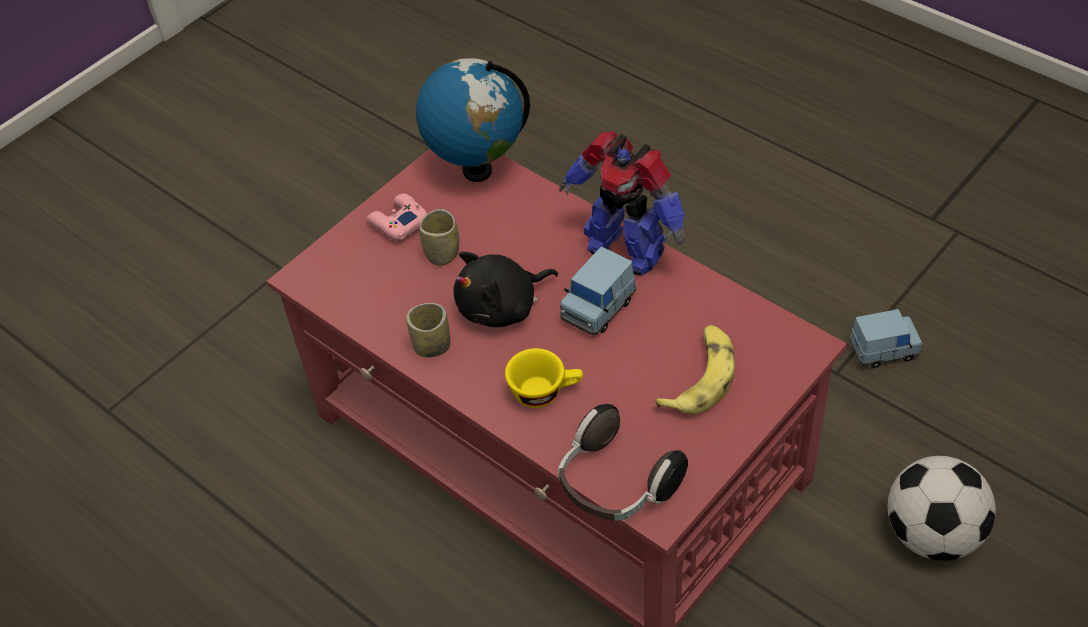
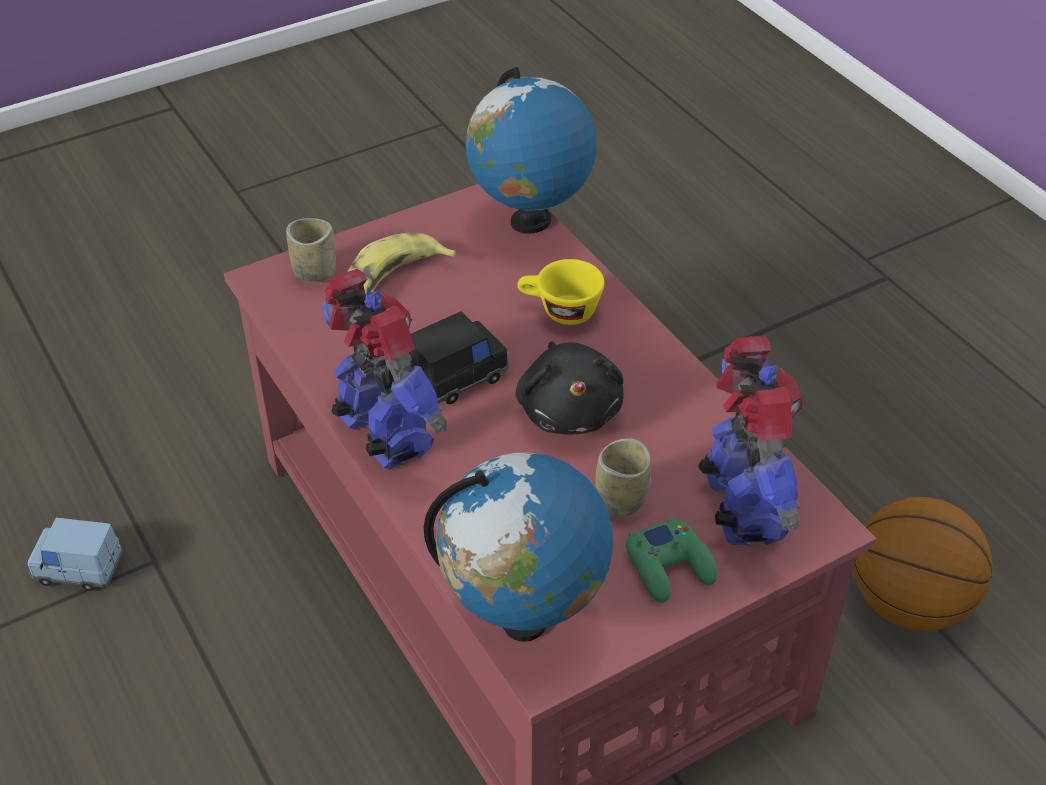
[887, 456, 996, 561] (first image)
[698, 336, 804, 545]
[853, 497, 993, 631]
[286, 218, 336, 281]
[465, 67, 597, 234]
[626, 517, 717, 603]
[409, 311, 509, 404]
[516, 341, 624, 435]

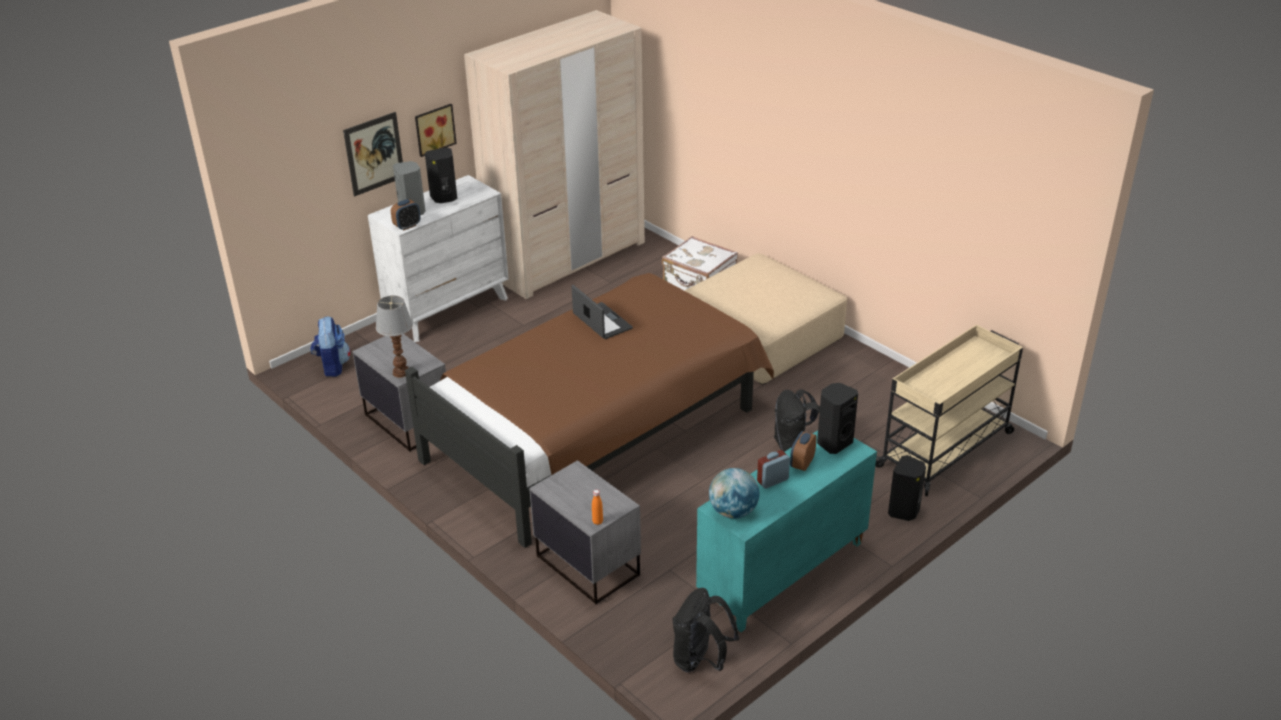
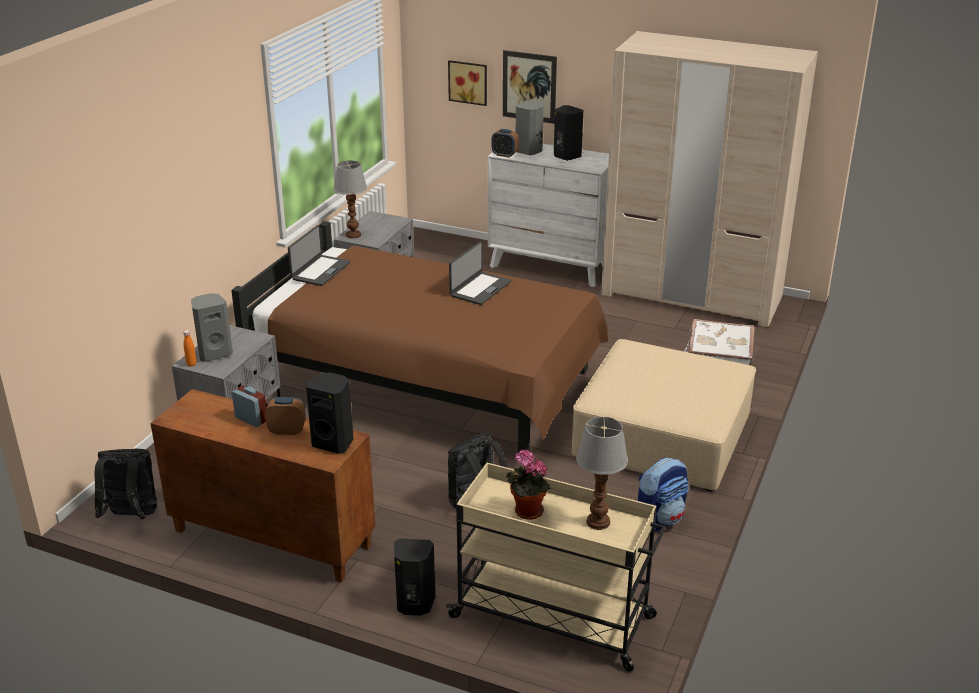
[709, 468, 759, 519] (first image)
[191, 293, 233, 362]
[288, 225, 350, 286]
[506, 449, 551, 520]
[576, 417, 628, 530]
[638, 457, 689, 532]
[448, 60, 487, 106]
[151, 389, 375, 583]

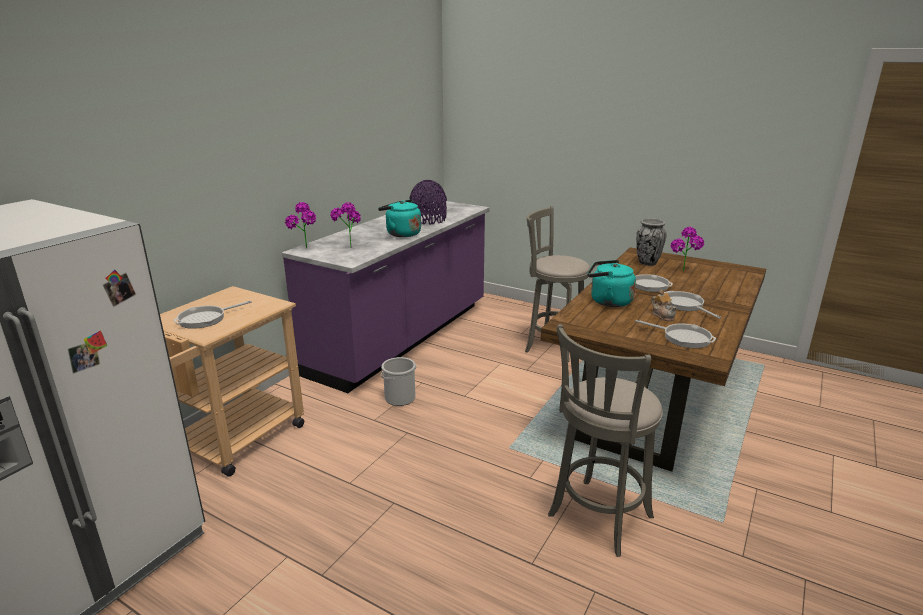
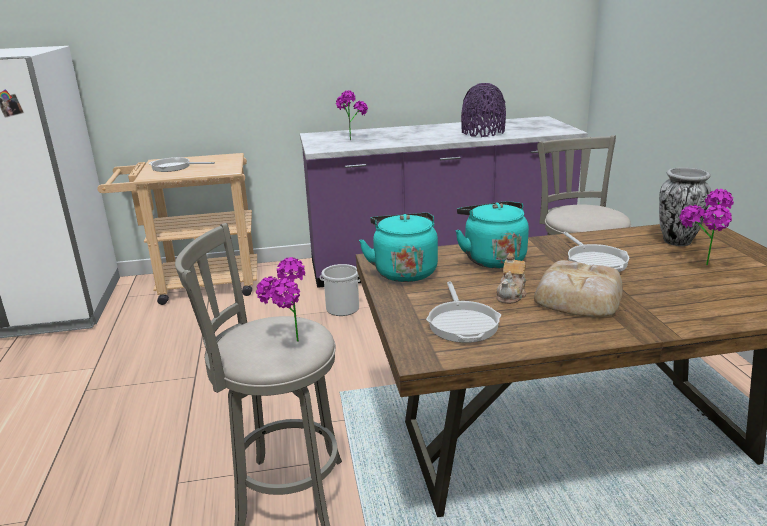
[256, 257, 305, 342]
[359, 213, 438, 282]
[534, 260, 623, 317]

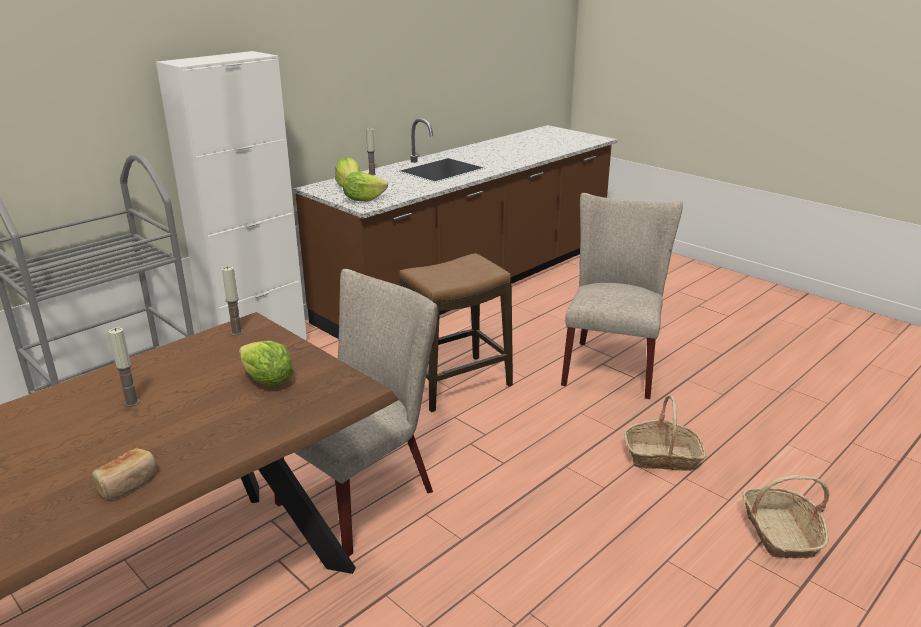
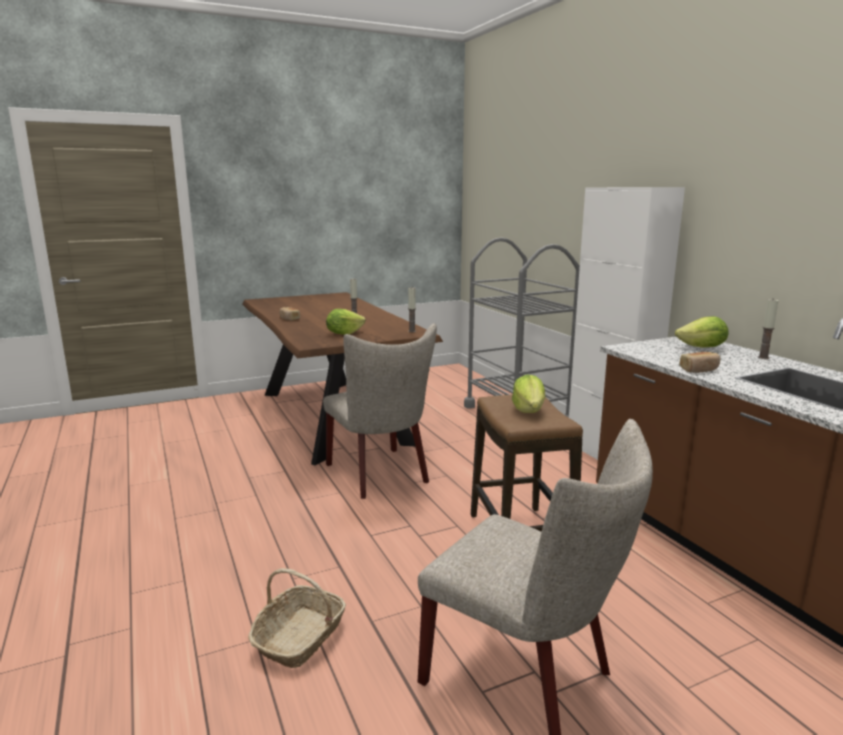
[742, 475, 829, 558] (first image)
[679, 352, 720, 372]
[512, 375, 545, 413]

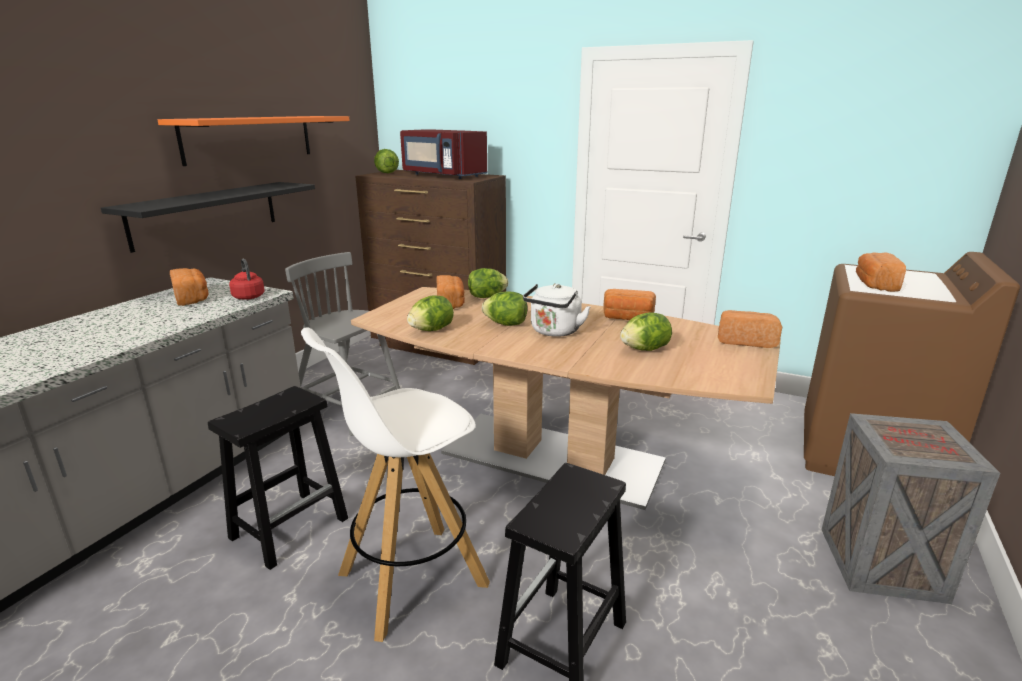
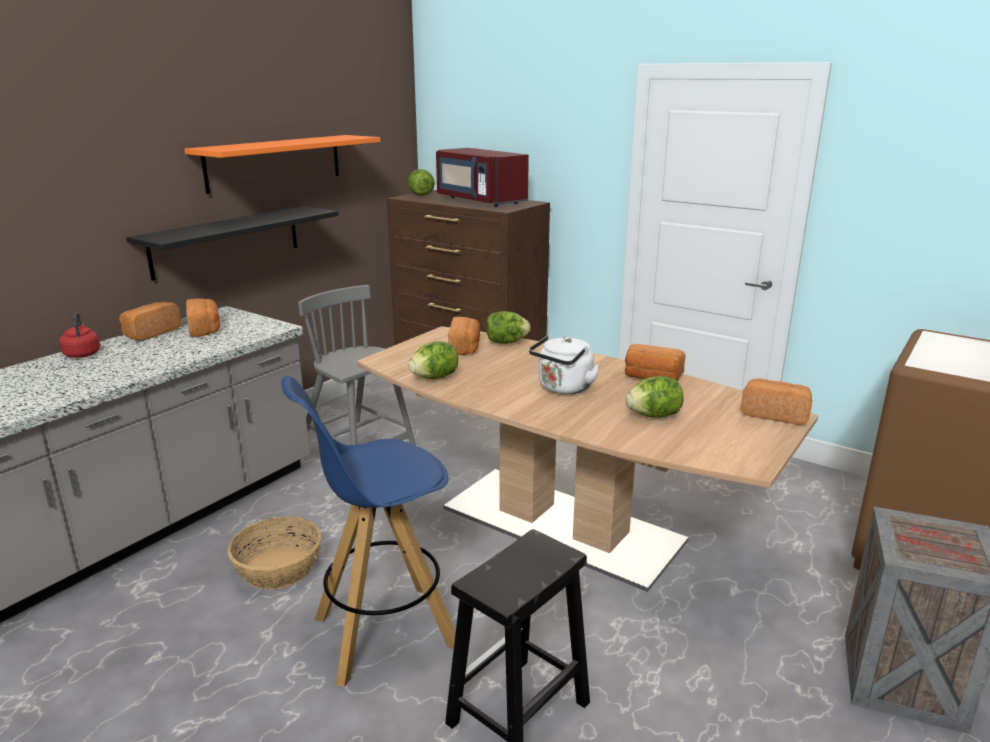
[482, 292, 527, 326] (first image)
[59, 312, 100, 358]
[119, 302, 182, 341]
[228, 516, 321, 589]
[281, 376, 456, 687]

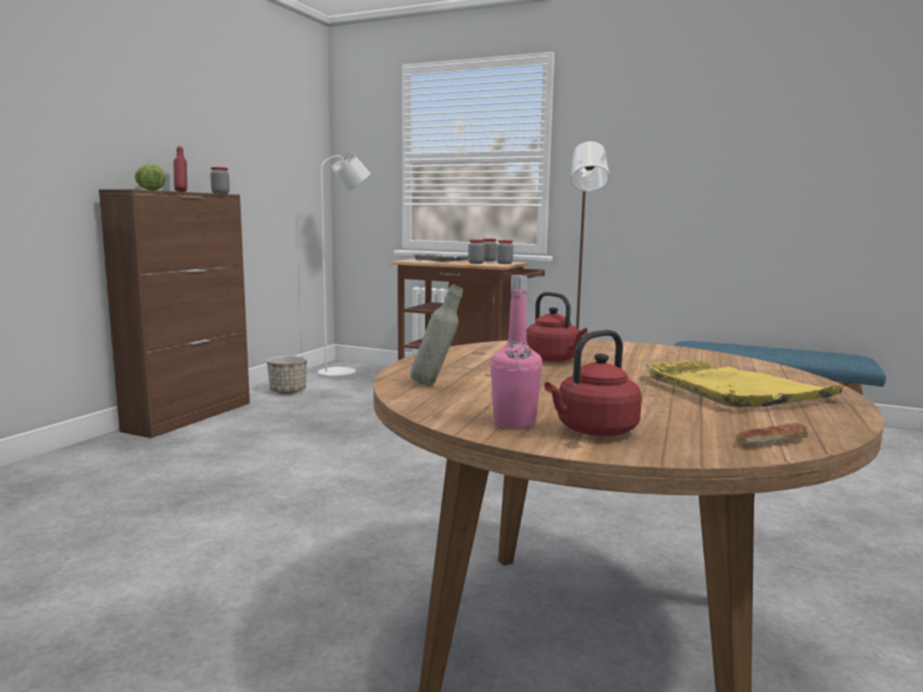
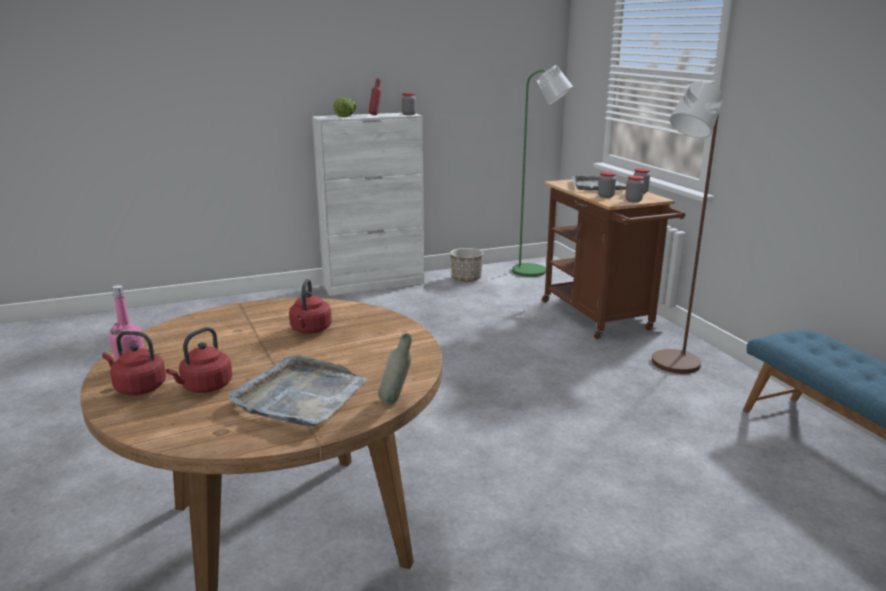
[736, 424, 808, 444] (first image)
[166, 327, 232, 393]
[378, 333, 412, 404]
[312, 113, 424, 296]
[512, 65, 573, 277]
[229, 355, 367, 427]

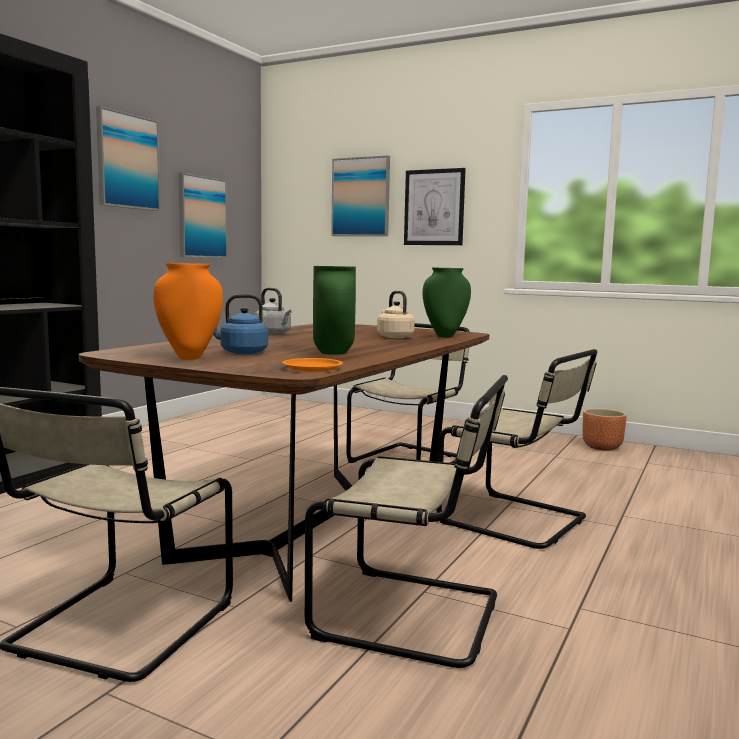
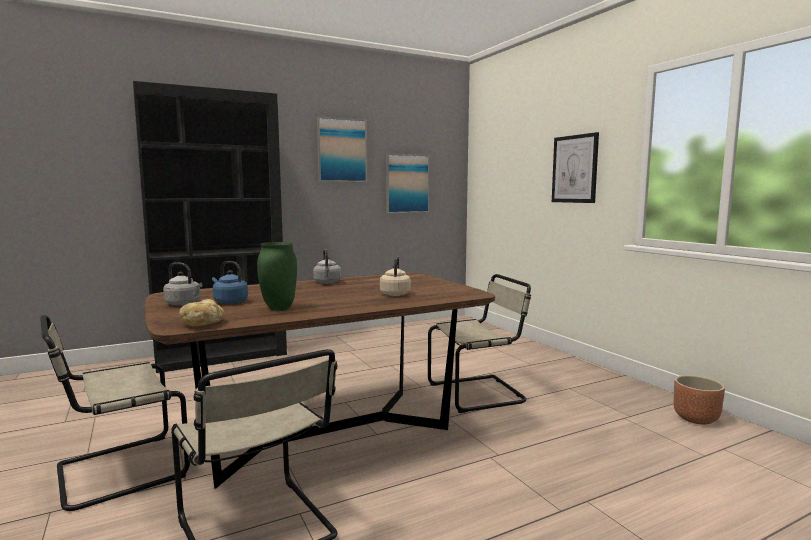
[331, 155, 390, 236] (first image)
[423, 268, 471, 338] (first image)
[436, 349, 597, 549] (first image)
[163, 262, 202, 306]
[179, 299, 224, 327]

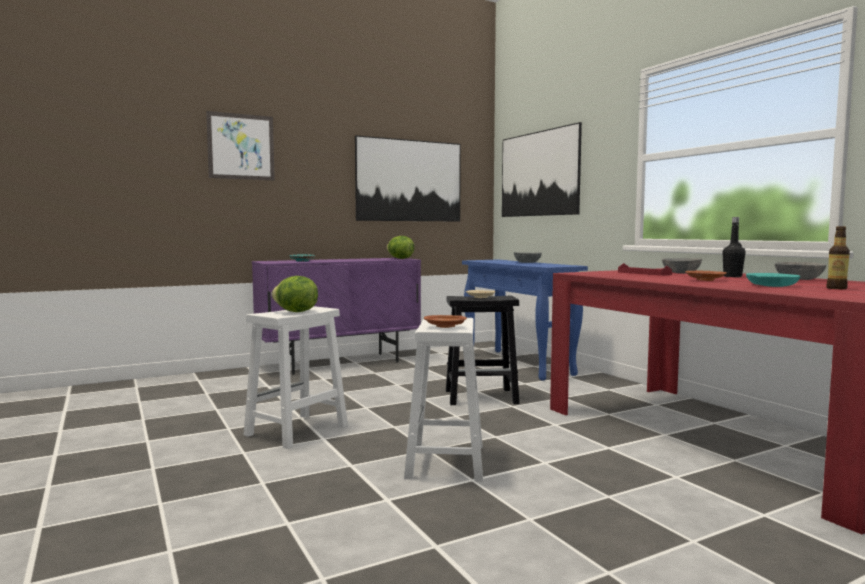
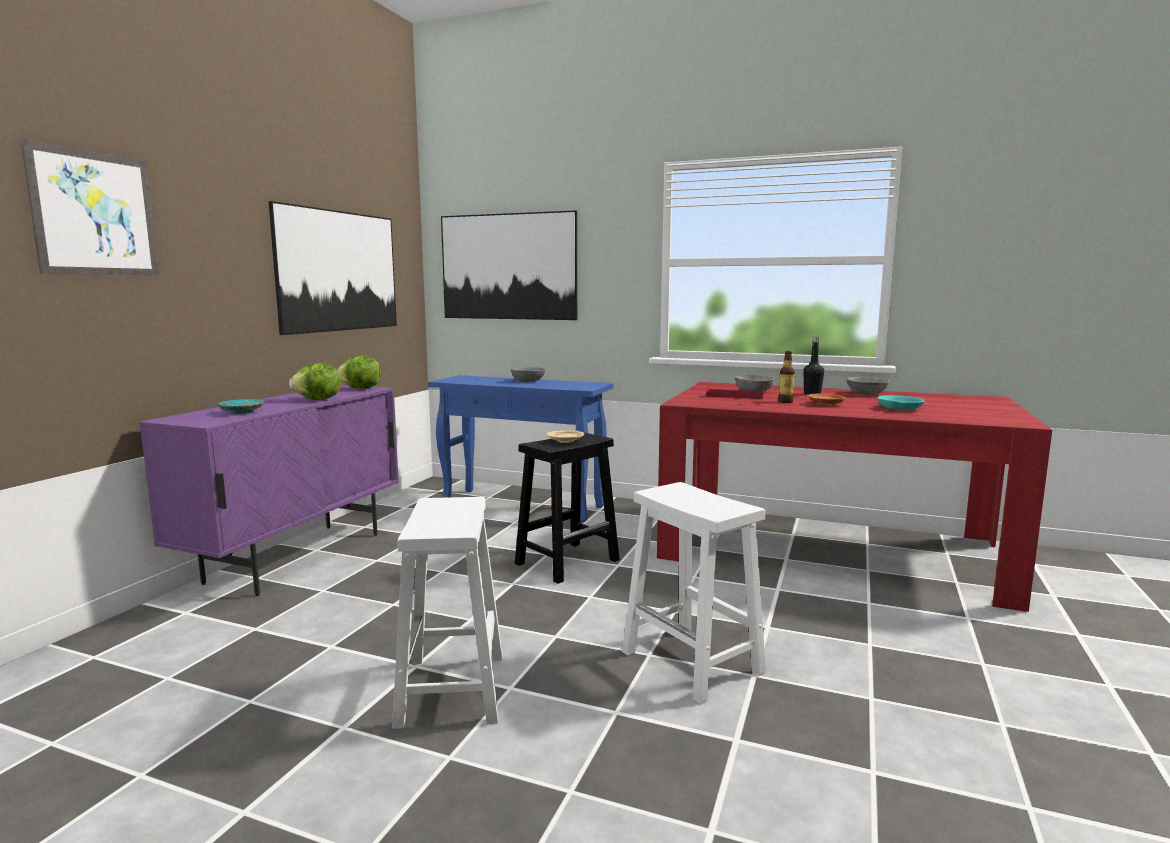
[424, 315, 467, 328] (first image)
[289, 363, 341, 400]
[778, 351, 795, 403]

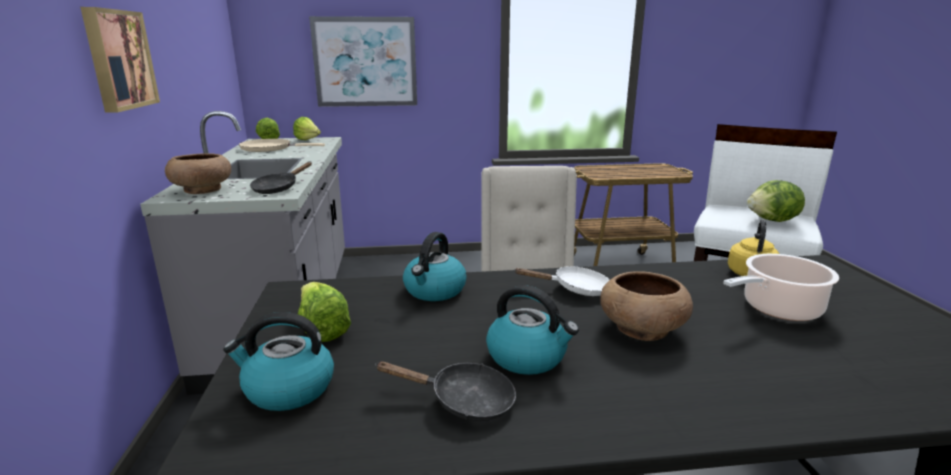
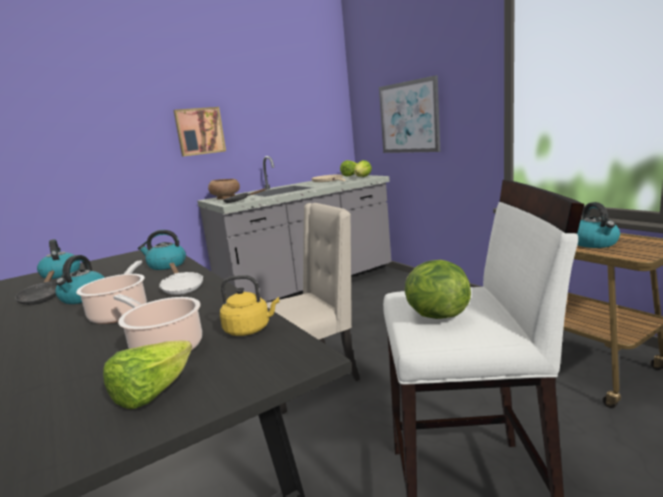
[577, 202, 620, 248]
[103, 340, 192, 409]
[76, 260, 147, 324]

